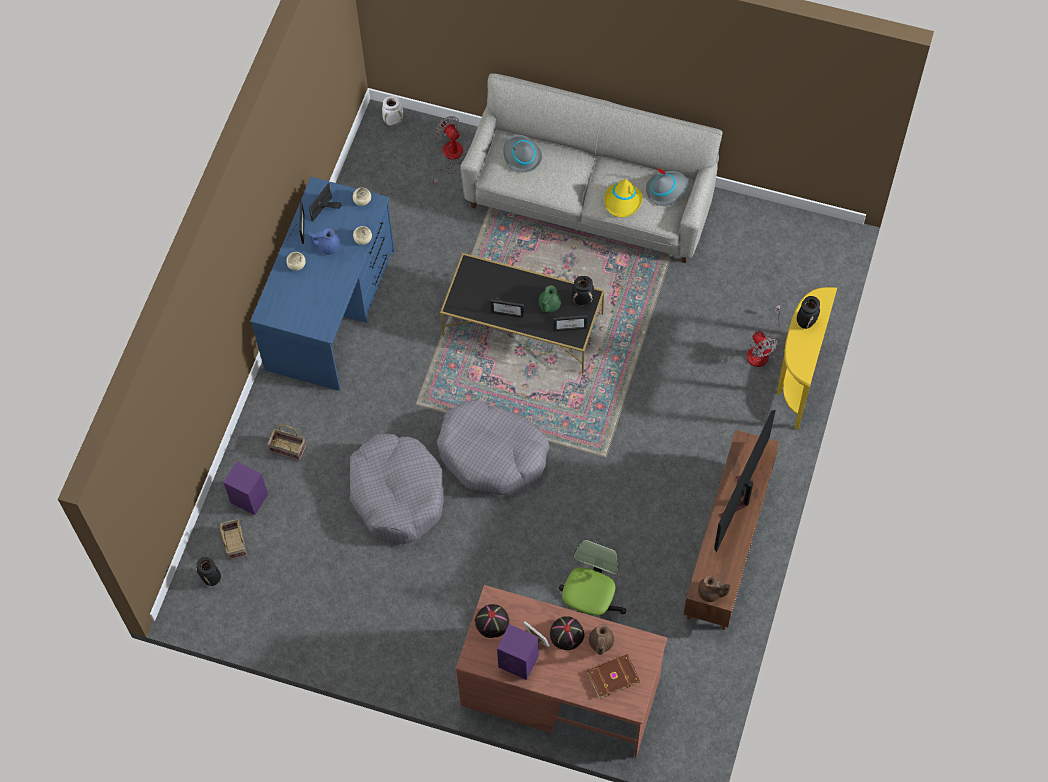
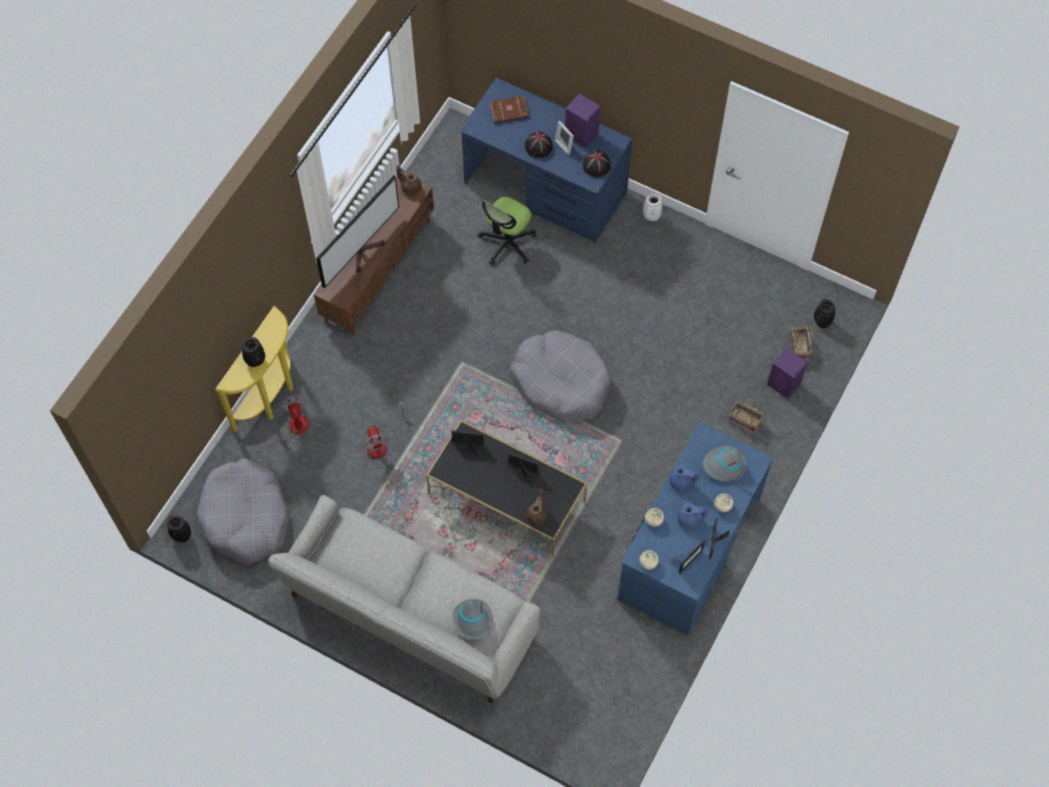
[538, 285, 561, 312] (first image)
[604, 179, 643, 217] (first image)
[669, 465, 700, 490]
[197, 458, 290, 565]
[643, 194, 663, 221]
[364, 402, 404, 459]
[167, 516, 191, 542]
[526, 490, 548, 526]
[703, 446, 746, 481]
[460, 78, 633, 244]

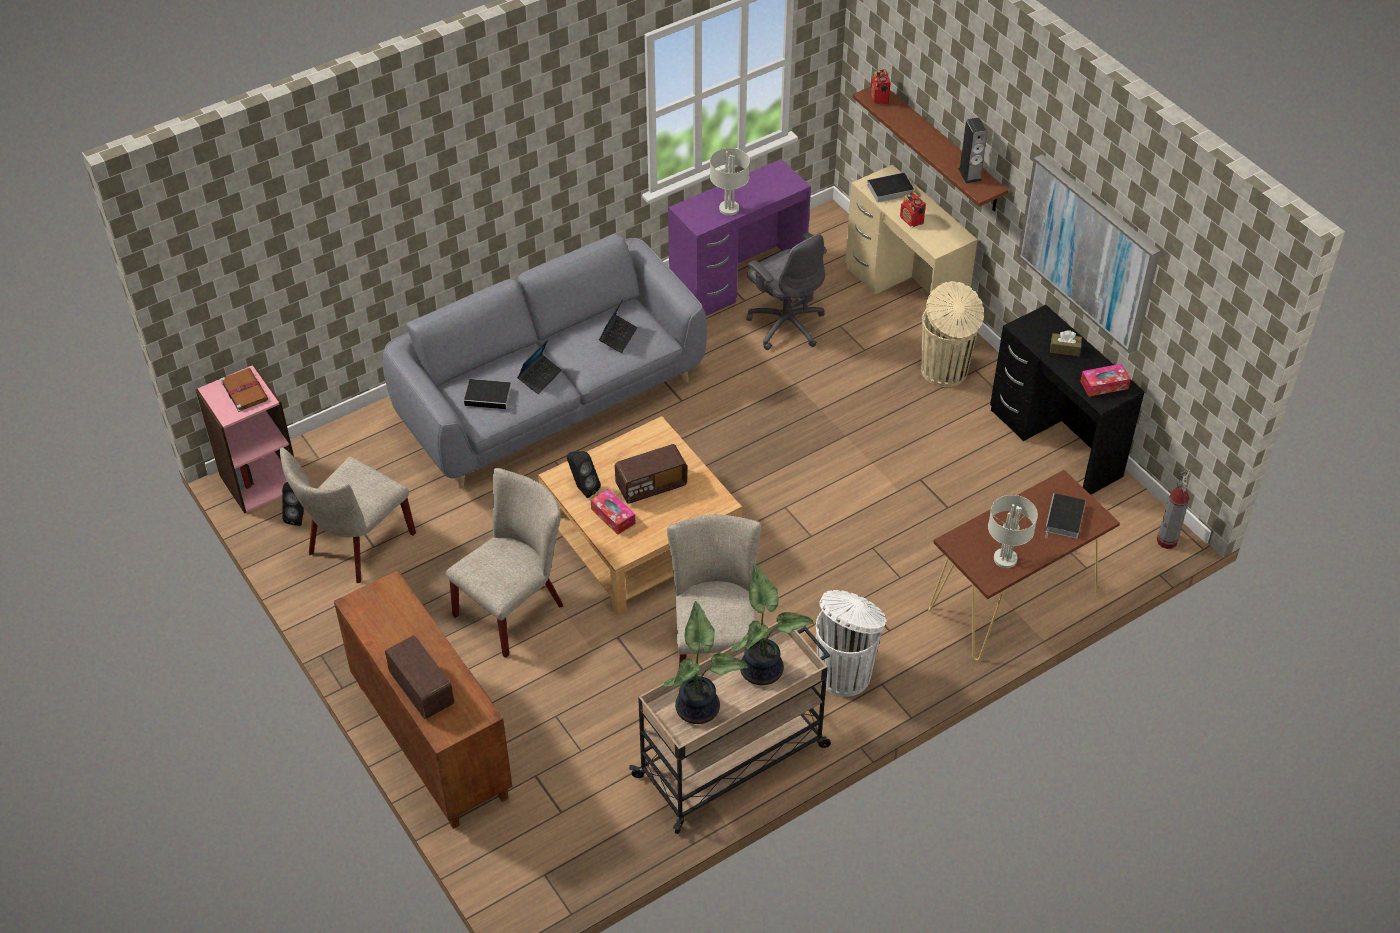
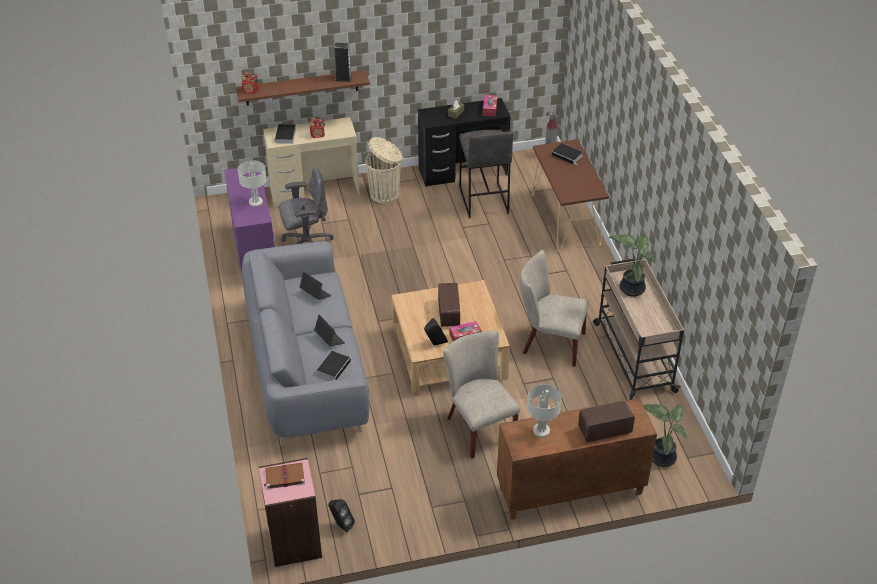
[280, 447, 416, 583] (first image)
[816, 590, 886, 697] (first image)
[1018, 154, 1160, 353] (first image)
[459, 130, 513, 218]
[643, 404, 688, 467]
[527, 384, 561, 437]

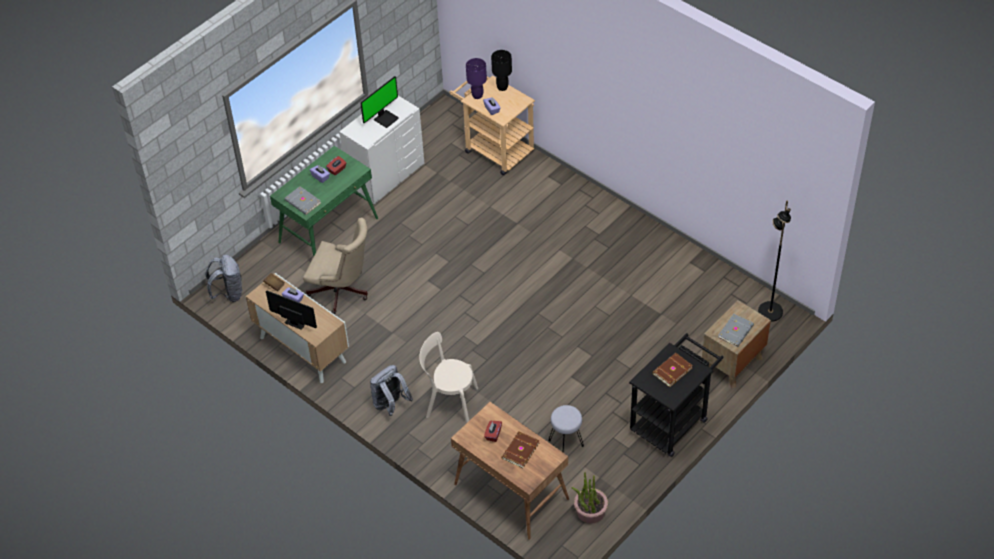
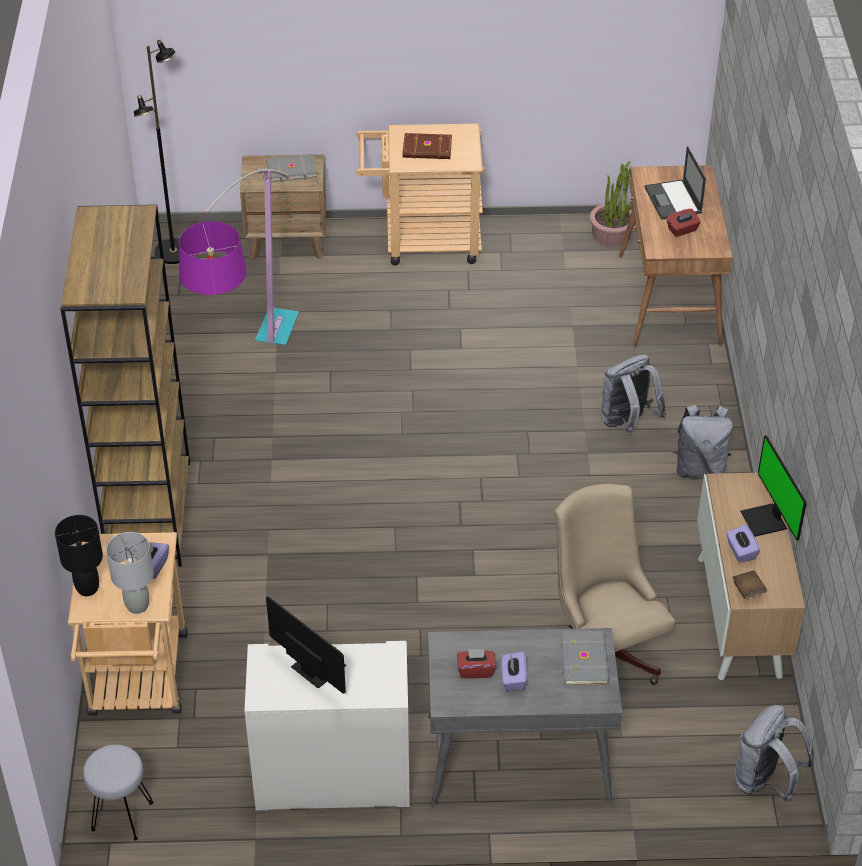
[61, 204, 190, 567]
[179, 169, 299, 345]
[83, 744, 153, 841]
[601, 355, 666, 433]
[644, 146, 706, 220]
[428, 628, 622, 807]
[106, 532, 154, 614]
[356, 124, 485, 266]
[266, 596, 346, 694]

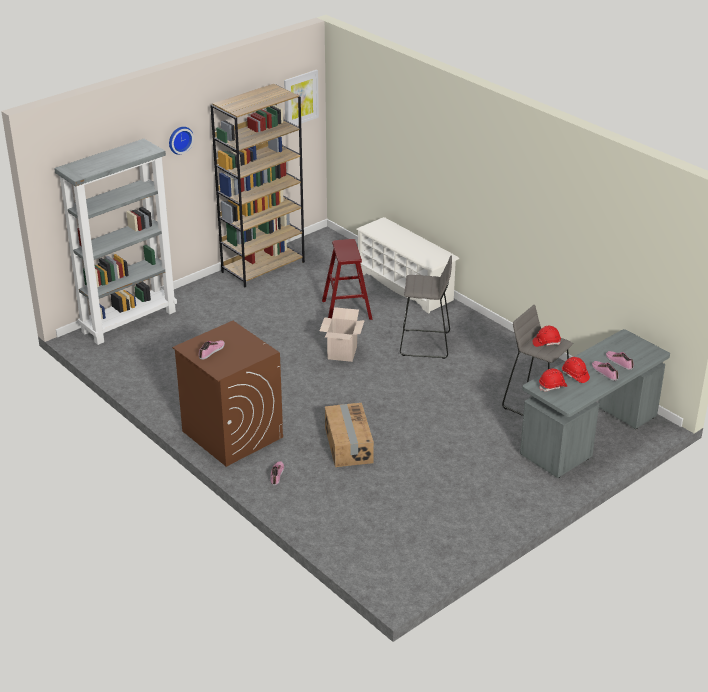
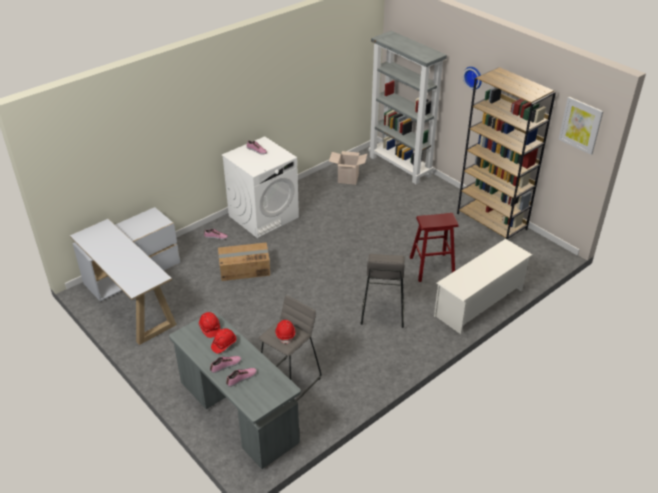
[70, 207, 180, 345]
[329, 151, 368, 185]
[222, 136, 299, 238]

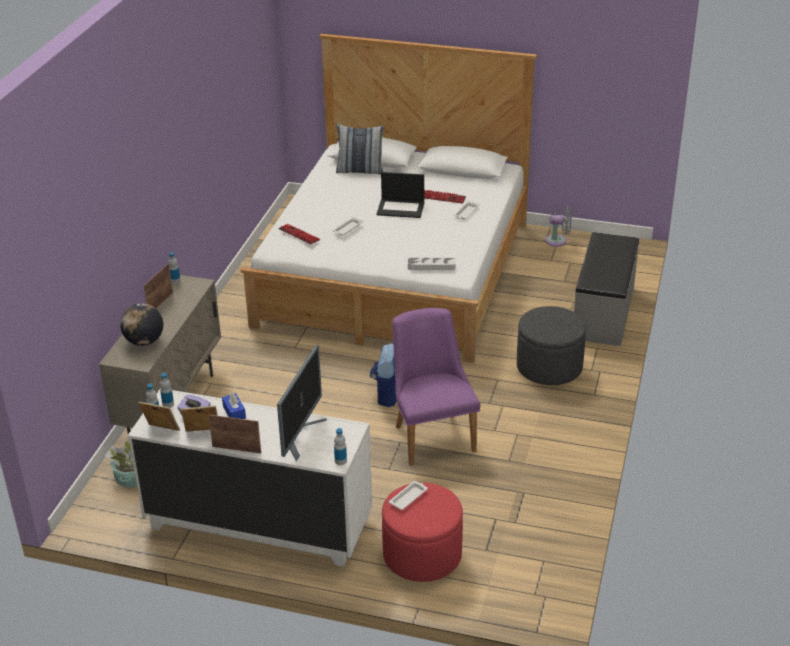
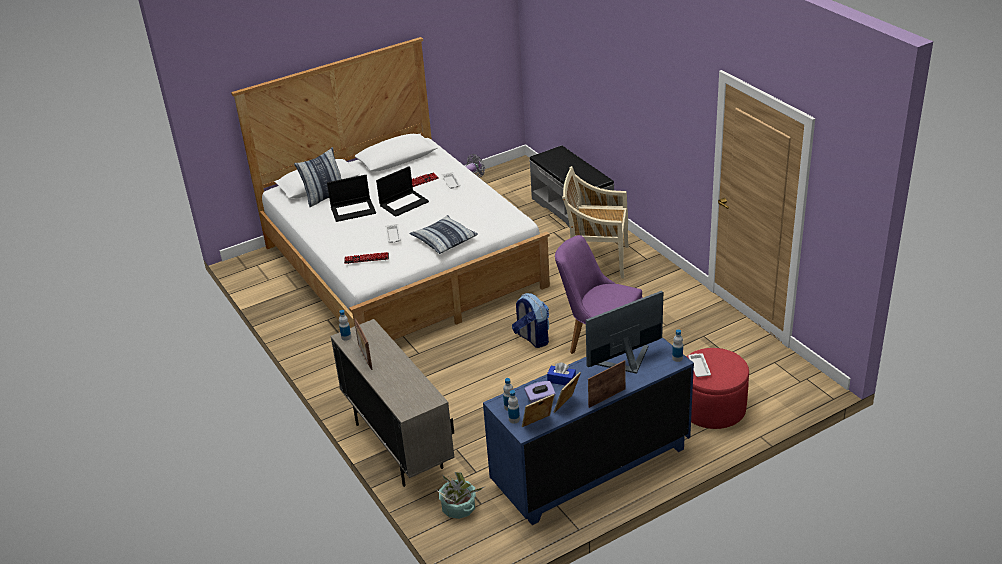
[120, 303, 163, 346] (first image)
[408, 258, 455, 270] (first image)
[327, 175, 376, 222]
[409, 215, 478, 254]
[562, 166, 629, 278]
[483, 337, 694, 525]
[586, 291, 663, 374]

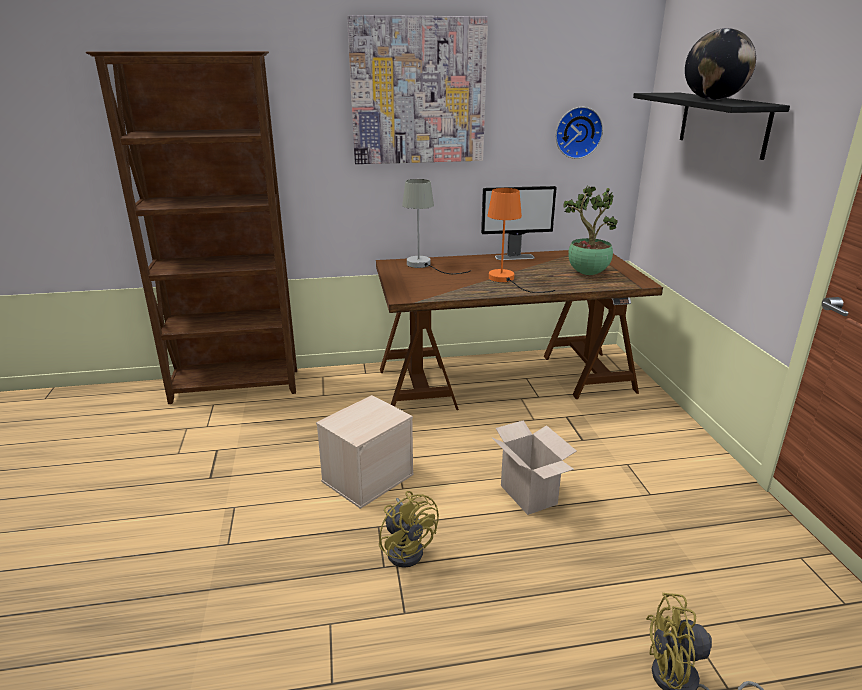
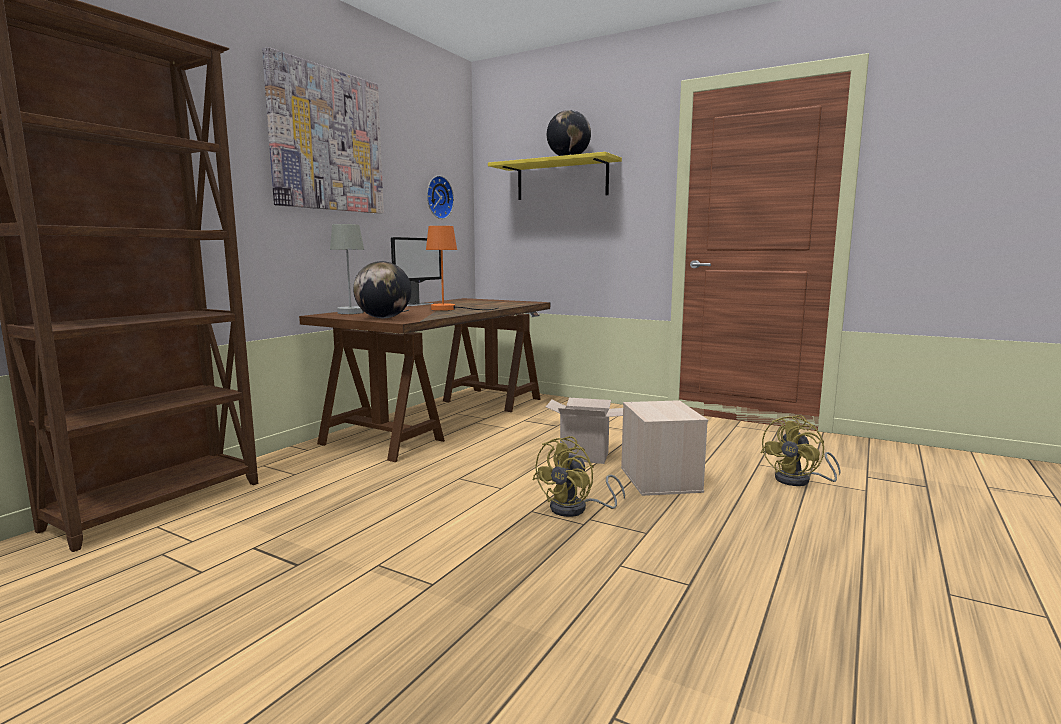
[563, 186, 618, 275] (first image)
[353, 261, 411, 318]
[621, 400, 708, 496]
[488, 152, 622, 200]
[532, 436, 625, 517]

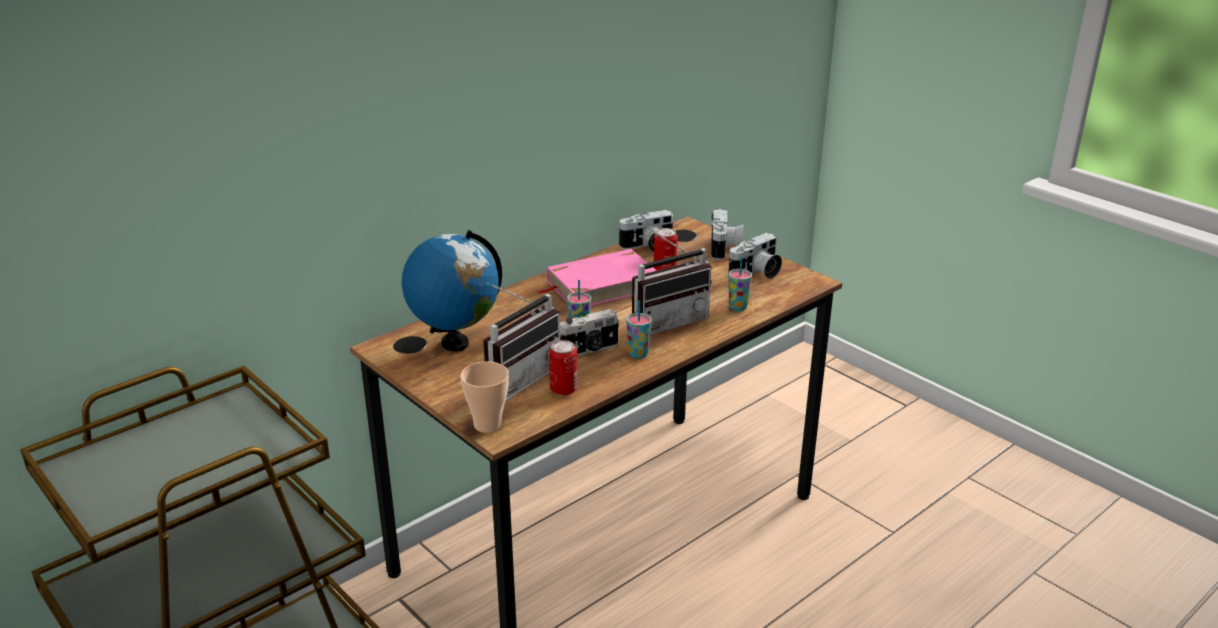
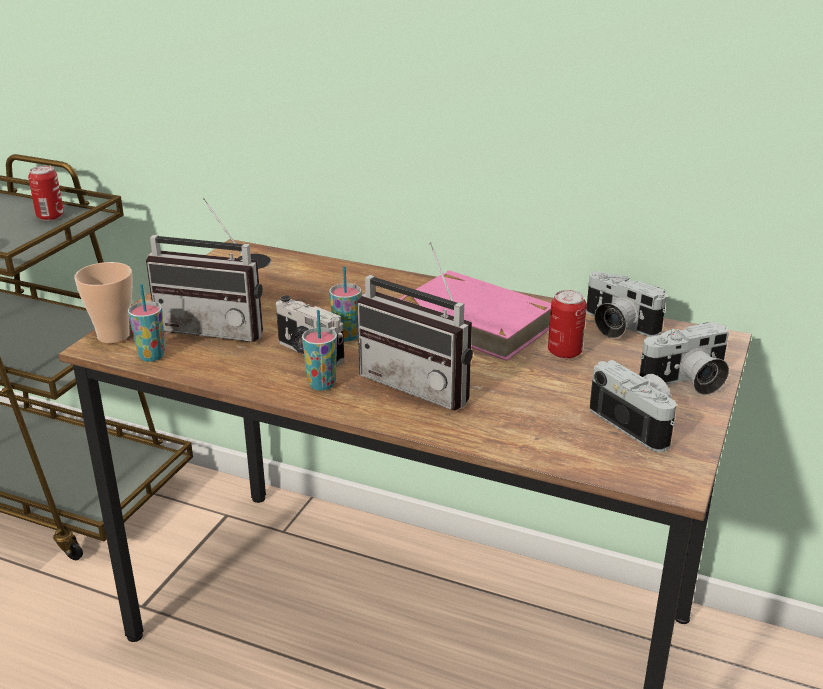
[402, 230, 502, 352] (first image)
[28, 166, 64, 221]
[128, 284, 165, 362]
[590, 360, 676, 452]

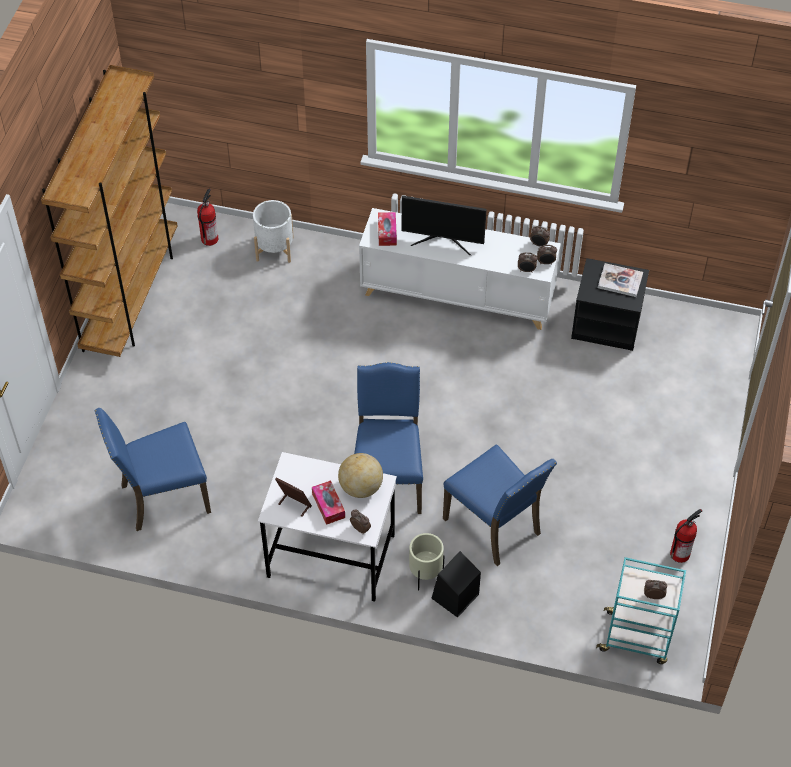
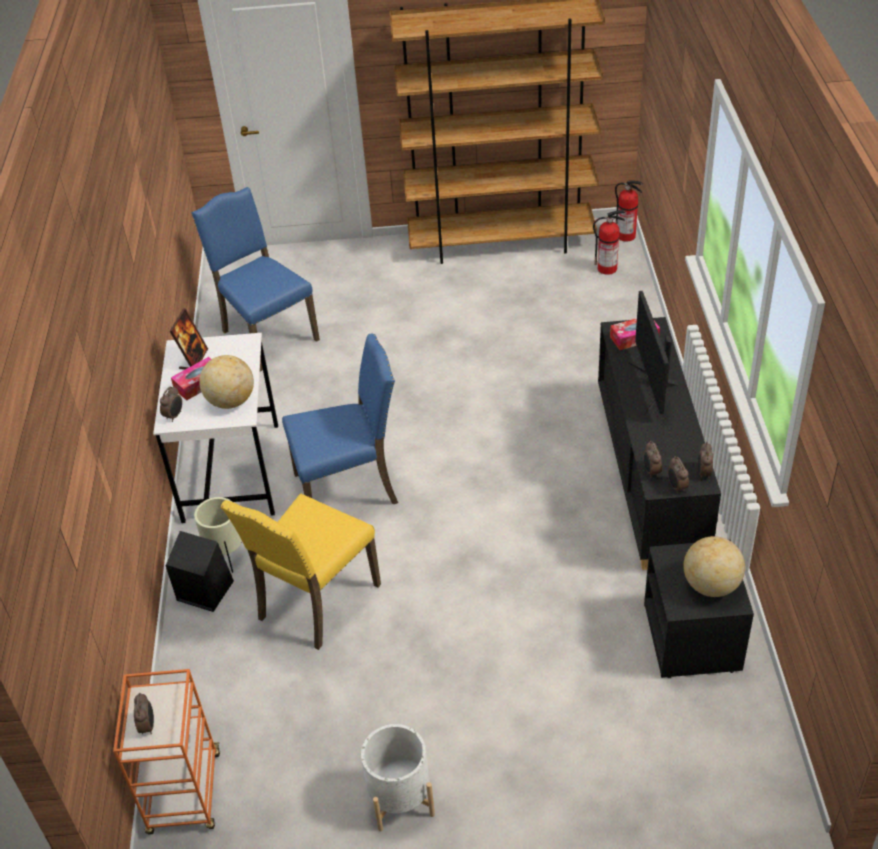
[361, 724, 435, 831]
[615, 180, 643, 242]
[683, 536, 745, 597]
[598, 317, 721, 570]
[221, 493, 381, 650]
[113, 669, 220, 834]

